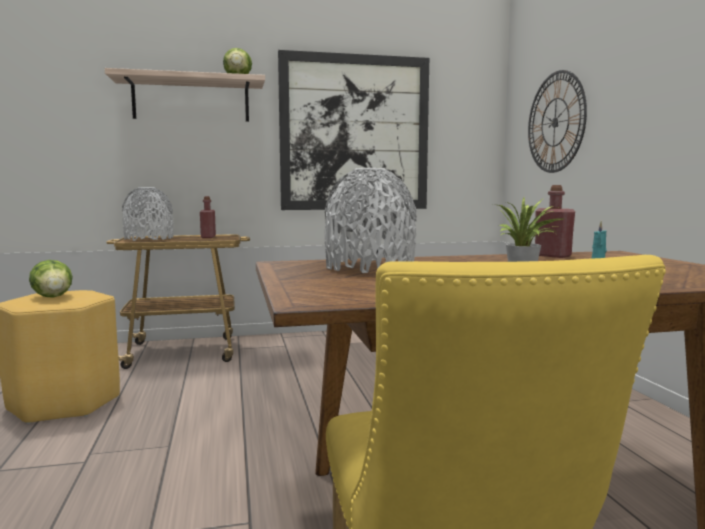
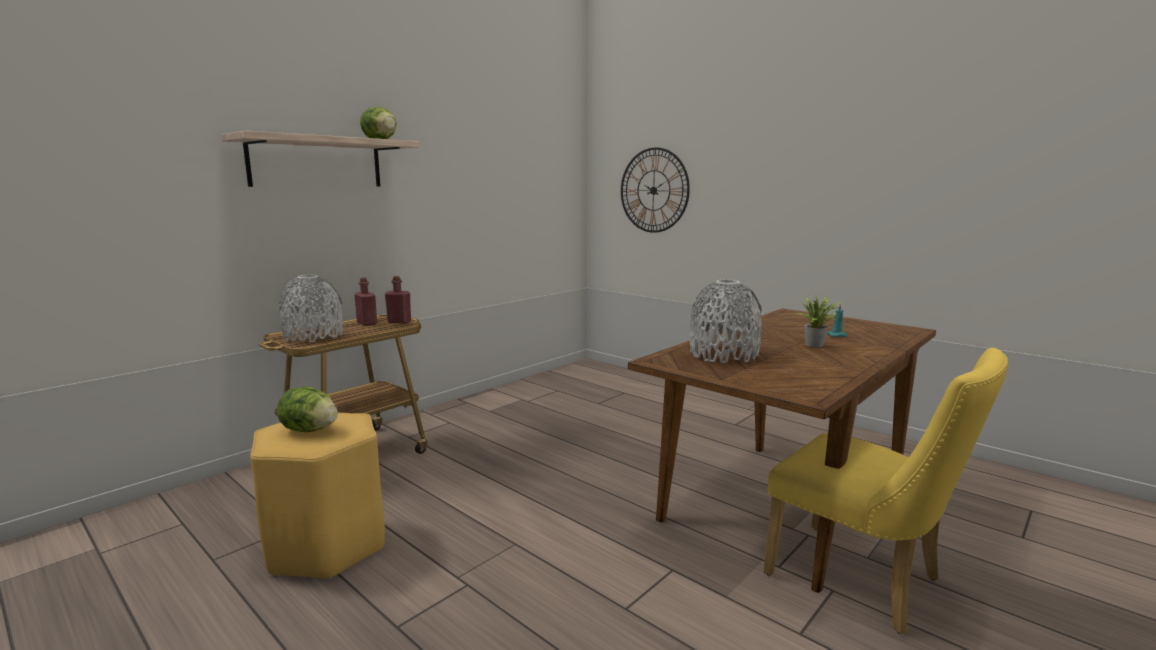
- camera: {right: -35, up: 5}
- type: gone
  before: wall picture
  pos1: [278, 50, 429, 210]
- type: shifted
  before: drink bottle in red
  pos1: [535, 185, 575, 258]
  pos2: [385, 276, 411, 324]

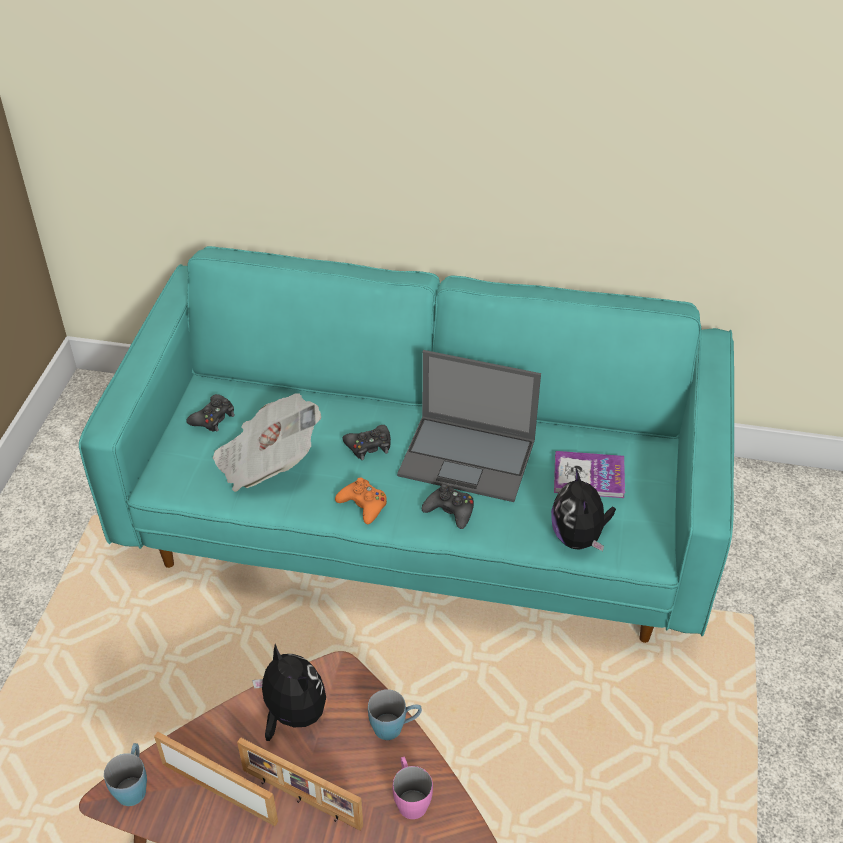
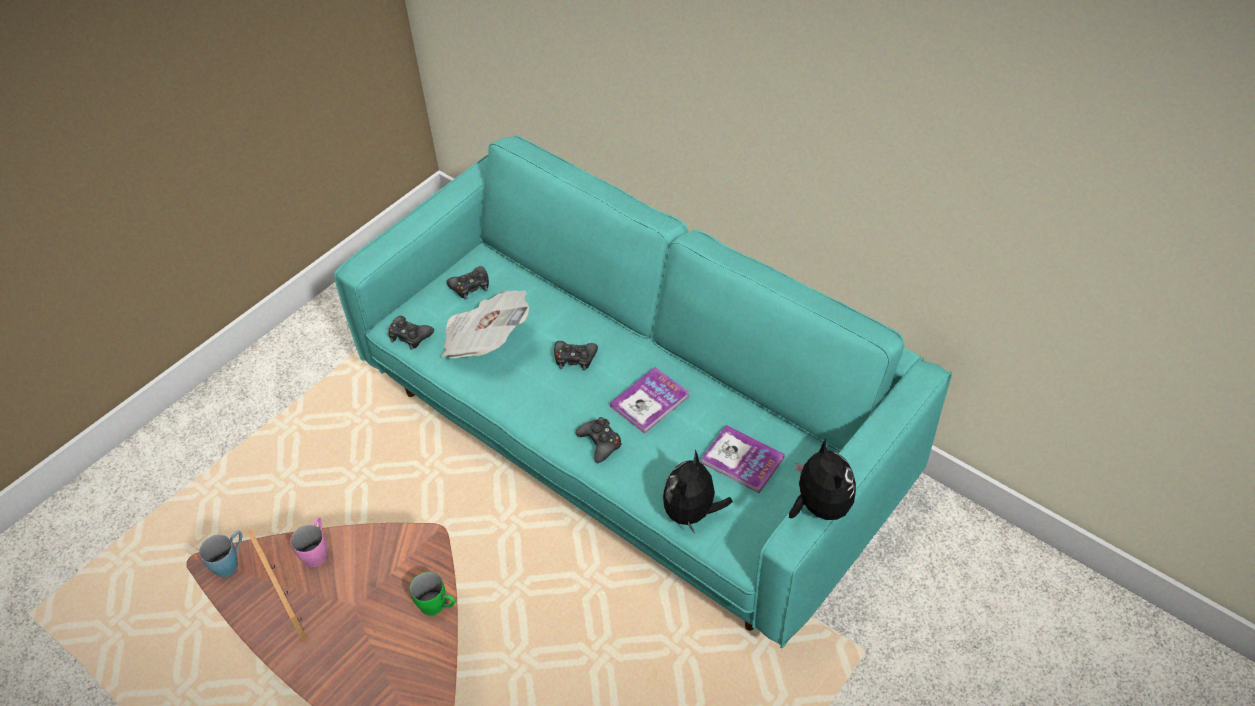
- camera: {right: 30, up: 5}
- type: gone
  before: photo frame
  pos1: [237, 737, 363, 831]
- type: gone
  before: gamepad in orange-coloured
  pos1: [335, 477, 387, 524]
- type: new
  after: gamepad in black-coloured
  pos2: [388, 316, 434, 350]
- type: shifted
  before: soft toy
  pos1: [252, 644, 326, 741]
  pos2: [789, 438, 856, 520]
- type: shifted
  before: coffee mug in pink-coloured
  pos1: [392, 757, 433, 819]
  pos2: [291, 517, 327, 567]
- type: swapped
  before: notebook computer
  after: volume
  pos1: [397, 350, 541, 502]
  pos2: [610, 367, 689, 434]
- type: repainted
  before: coffee mug in blue-coloured
  after: coffee mug in green-coloured
  pos1: [368, 689, 422, 740]
  pos2: [410, 572, 455, 615]

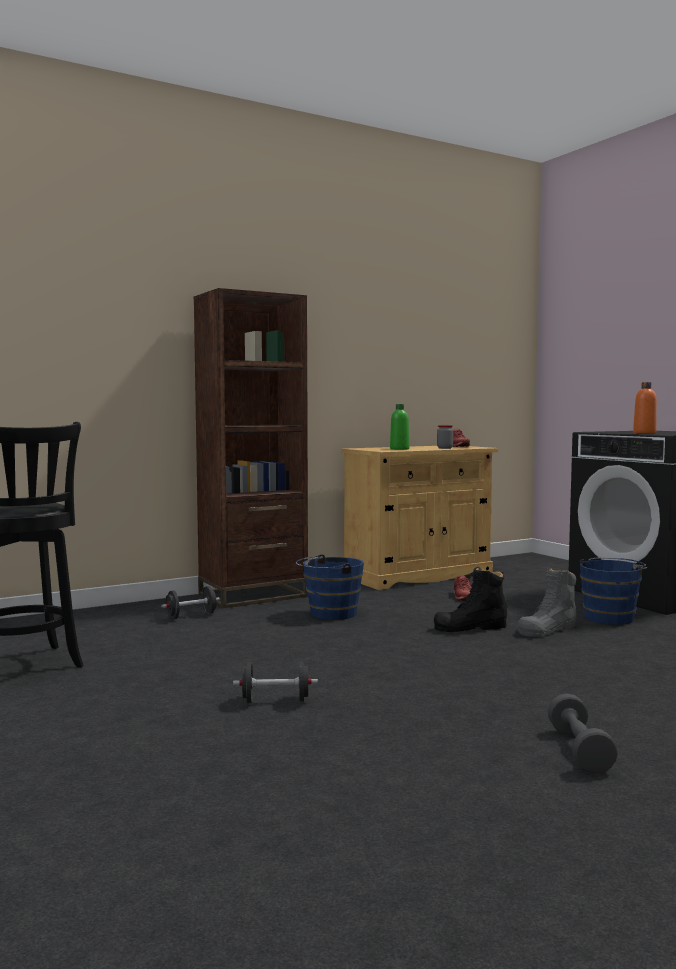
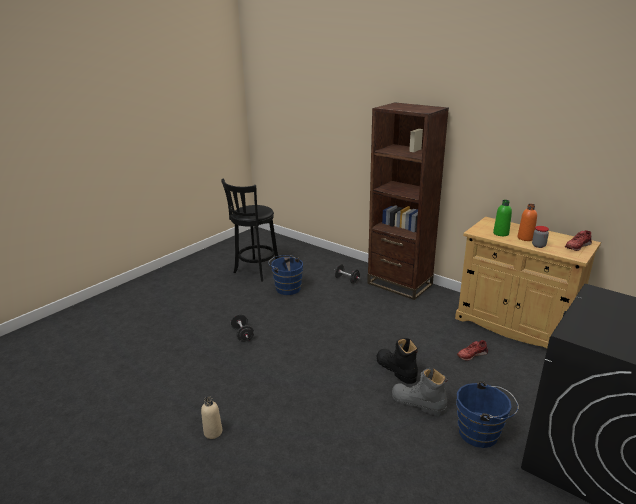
- camera: {right: 70, up: 20}
- type: shifted
  before: pail in blue-coloured
  pos1: [296, 554, 364, 620]
  pos2: [268, 255, 303, 295]
- type: shifted
  before: drink bottle in orange-coloured
  pos1: [633, 382, 657, 434]
  pos2: [518, 204, 537, 241]
- type: swapped
  before: dumbbell in greyish
  after: drink bottle in beige
  pos1: [548, 694, 618, 774]
  pos2: [201, 397, 222, 439]

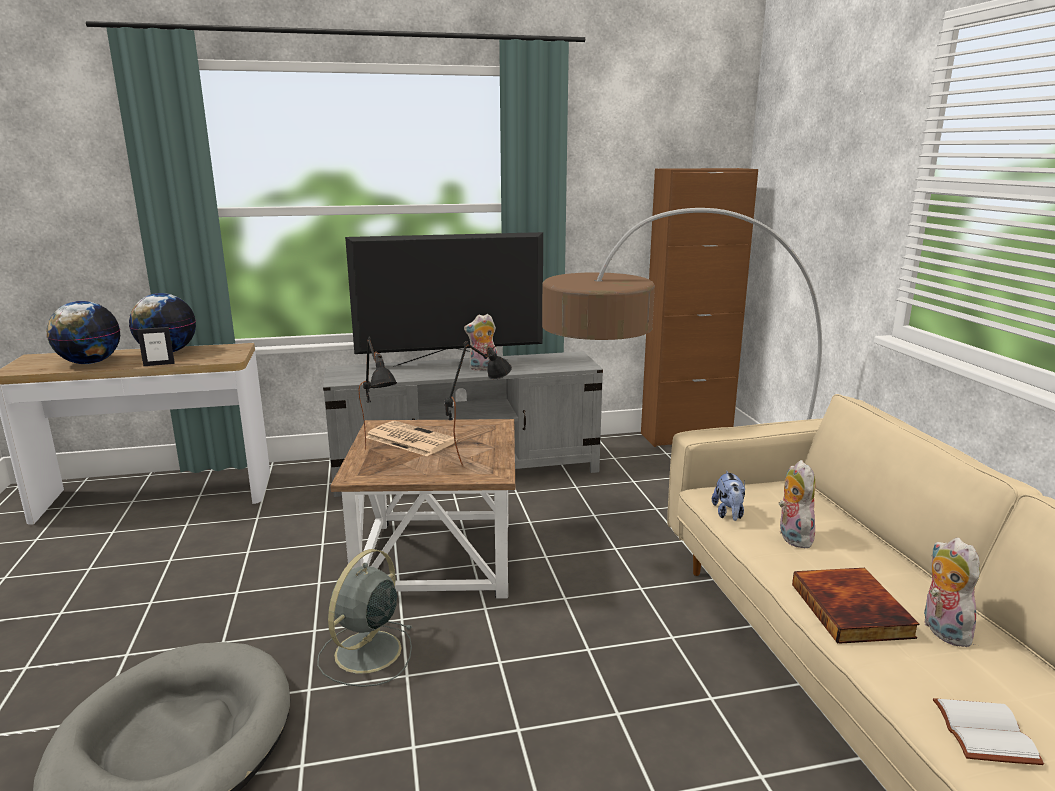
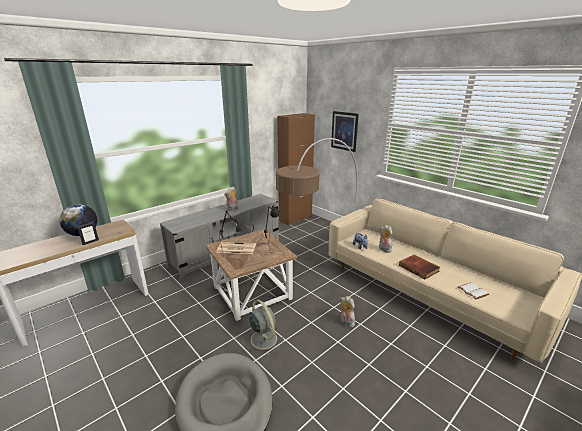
- camera: {right: -30, up: 5}
- type: gone
  before: globe
  pos1: [47, 301, 120, 364]
- type: gone
  before: TV set
  pos1: [345, 232, 543, 367]
- type: new
  after: wall picture
  pos2: [331, 111, 359, 152]
- type: shifted
  before: soft toy
  pos1: [924, 538, 980, 647]
  pos2: [340, 296, 355, 327]
- type: rotated
  before: fan in greyish
  pos1: [317, 549, 413, 687]
  pos2: [243, 300, 283, 356]
  turn: 150

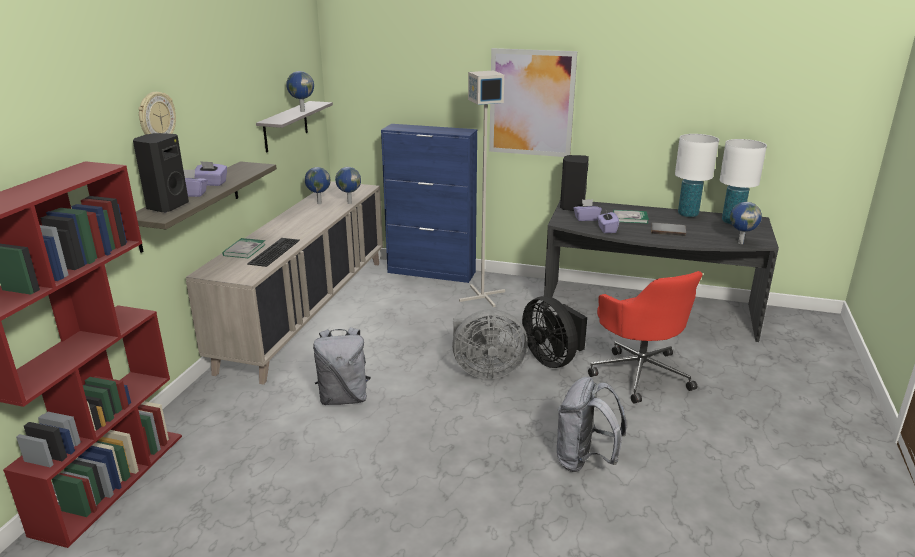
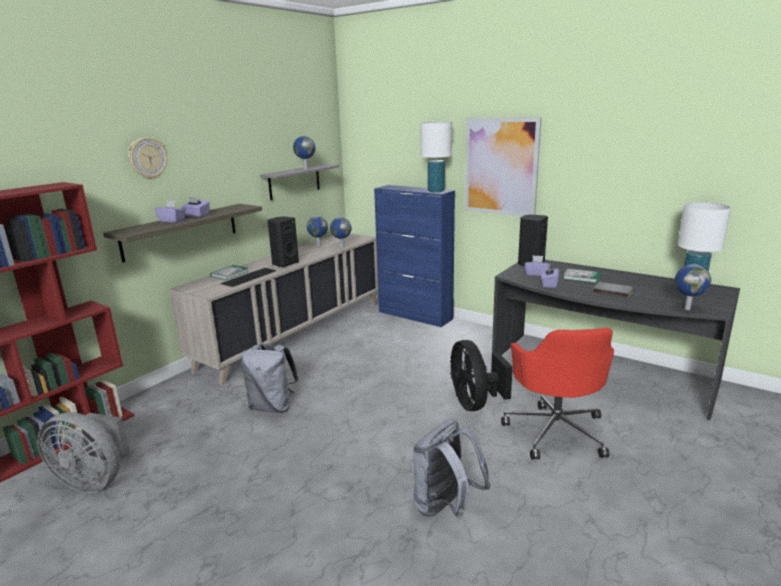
- camera: {right: 20, up: -5}
- type: gone
  before: floor lamp in greyish
  pos1: [459, 71, 505, 307]
- type: shifted
  before: audio speaker in black-coloured
  pos1: [133, 133, 189, 213]
  pos2: [267, 216, 299, 267]
- type: shifted
  before: fan in greyish
  pos1: [452, 309, 528, 379]
  pos2: [37, 412, 130, 493]
- type: shifted
  before: lamp for a table in white-coloured
  pos1: [675, 134, 719, 217]
  pos2: [420, 122, 452, 192]

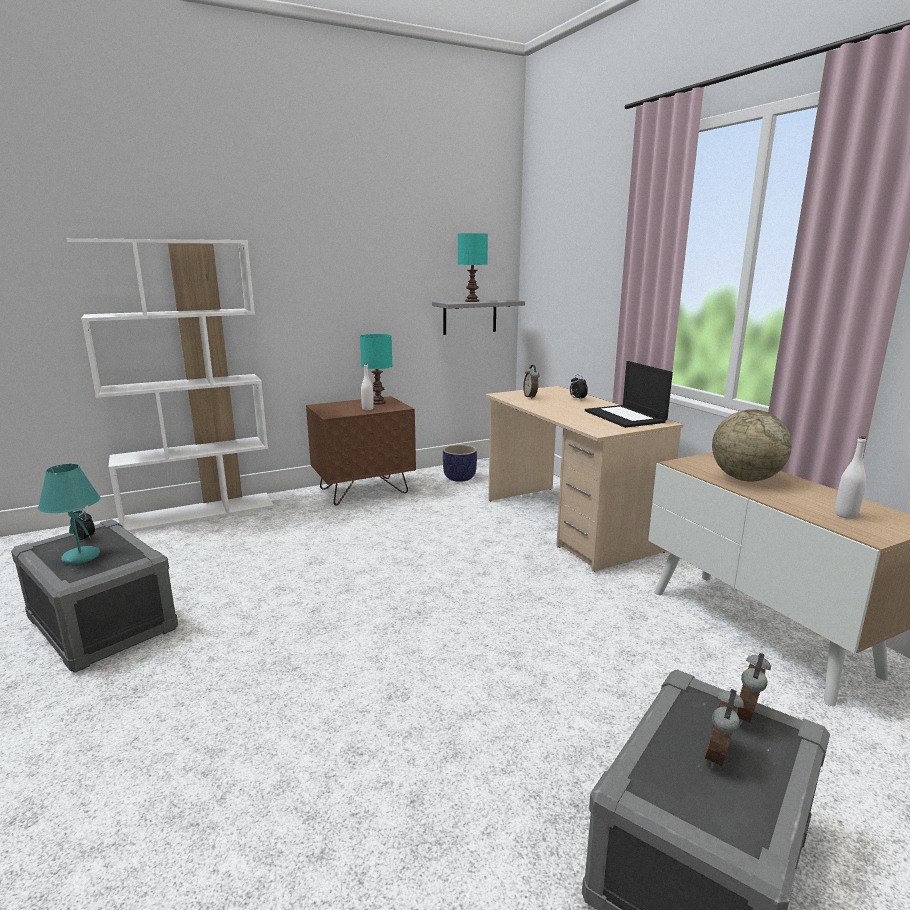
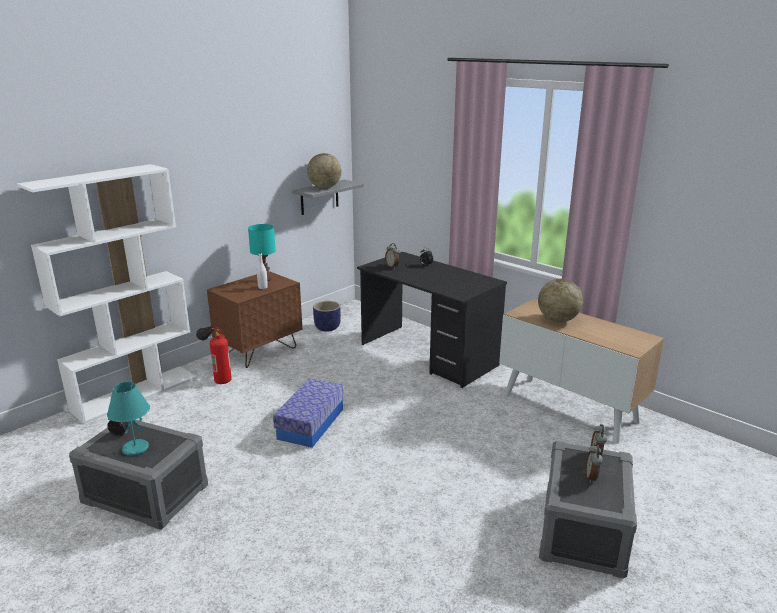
- camera: {right: -20, up: 5}
- type: gone
  before: notebook computer
  pos1: [585, 361, 673, 428]
- type: gone
  before: drink bottle in white-coloured
  pos1: [835, 436, 866, 519]
- type: new
  after: fire extinguisher
  pos2: [196, 326, 232, 384]
- type: new
  after: storage container
  pos2: [273, 379, 344, 448]
- type: swapped
  before: lamp for a table in turquoise
  after: globe
  pos1: [458, 233, 488, 302]
  pos2: [307, 153, 341, 188]
- type: repainted
  before: desk in beige
  after: desk in black-coloured
  pos1: [485, 386, 683, 572]
  pos2: [357, 252, 507, 388]

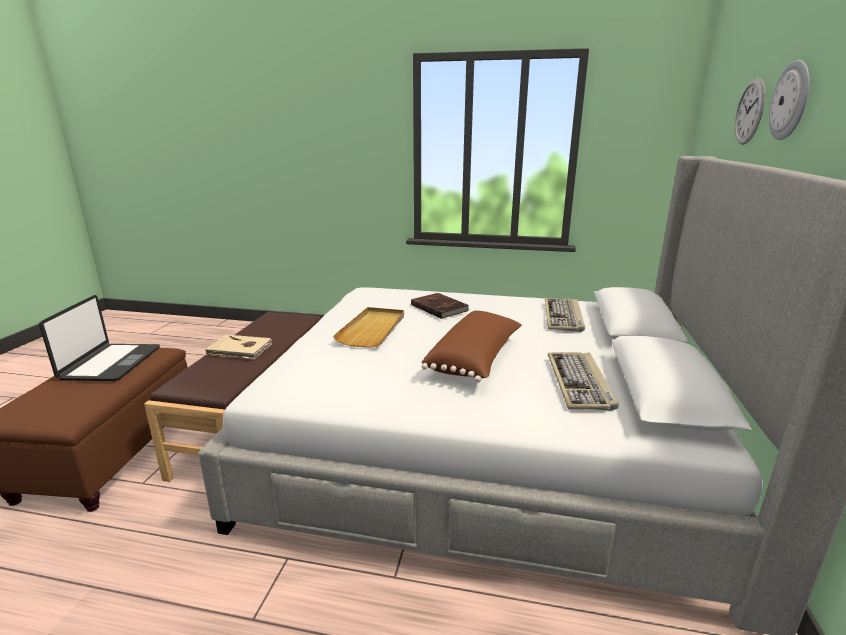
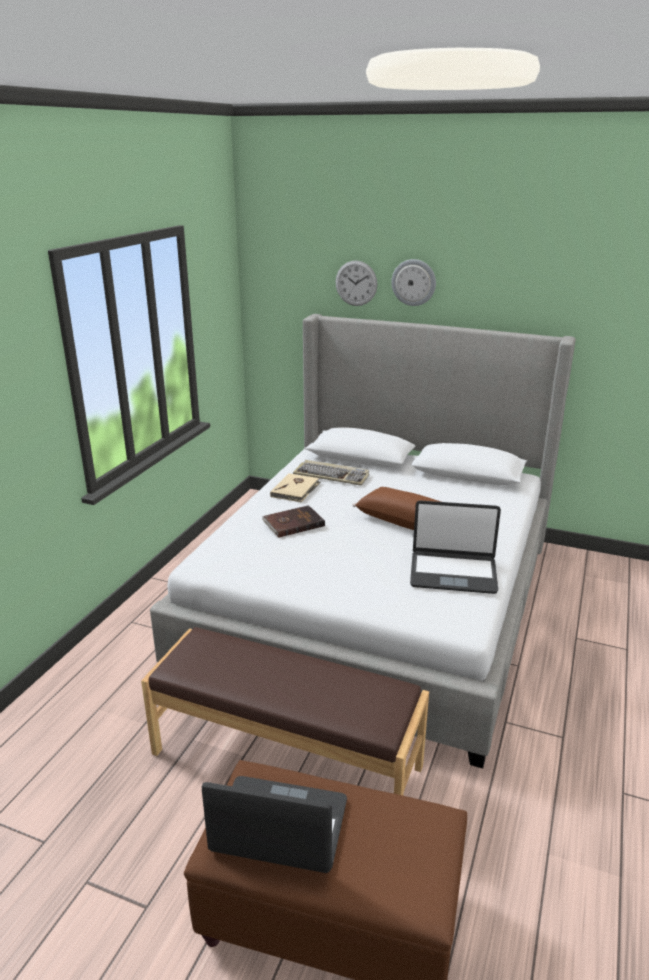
- camera: {right: -80, up: 5}
- type: gone
  before: carrying tray in beige
  pos1: [333, 307, 404, 348]
- type: gone
  before: PC keyboard
  pos1: [548, 352, 619, 411]
- type: new
  after: notebook computer
  pos2: [410, 500, 501, 594]
- type: shifted
  before: volume in beige
  pos1: [205, 335, 272, 360]
  pos2: [270, 473, 321, 502]

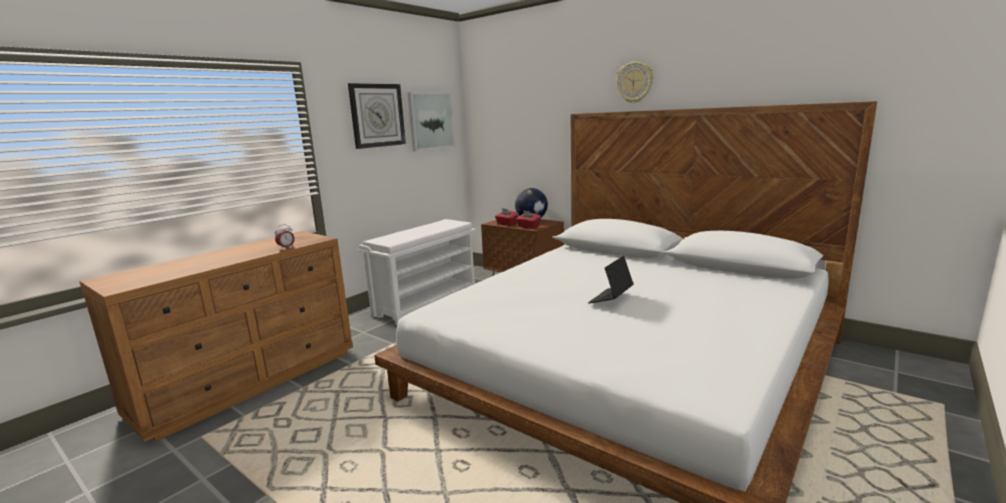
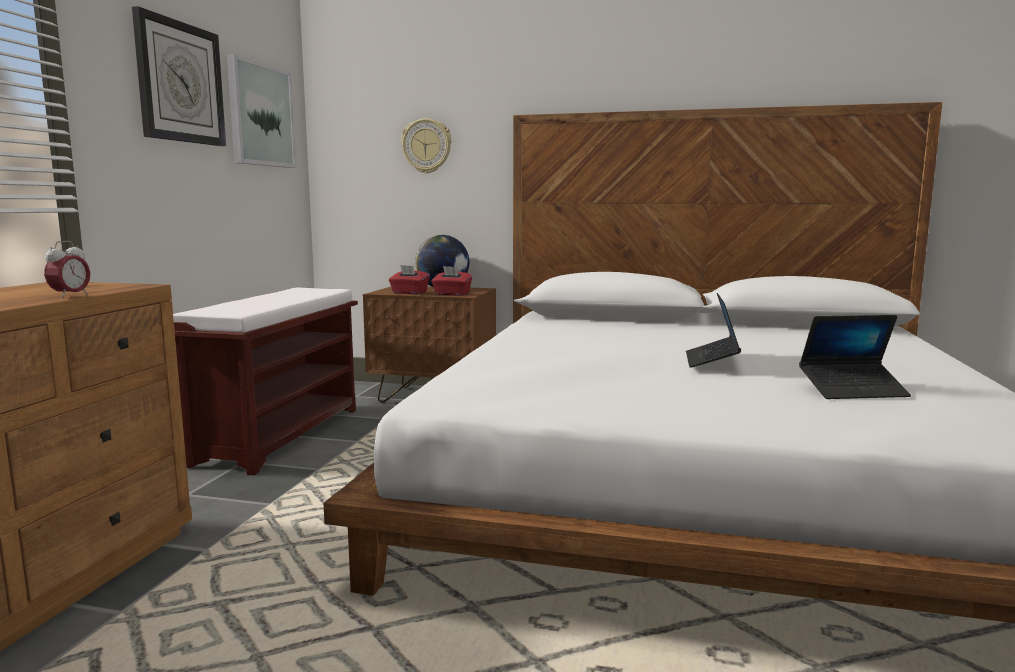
- camera: {right: -25, up: -5}
- type: new
  after: notebook computer
  pos2: [799, 315, 911, 399]
- type: shifted
  before: hanging clock
  pos1: [616, 62, 653, 103]
  pos2: [401, 118, 452, 174]
- type: repainted
  before: long seat in white-coloured
  after: long seat in brown
  pos1: [359, 219, 476, 325]
  pos2: [173, 288, 358, 475]

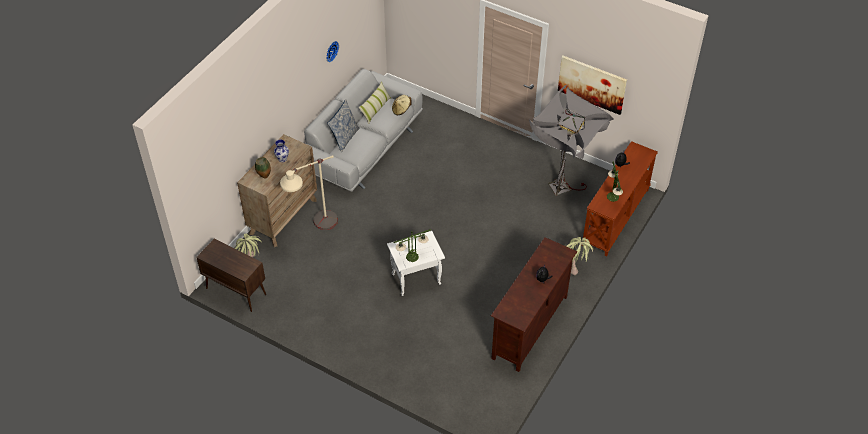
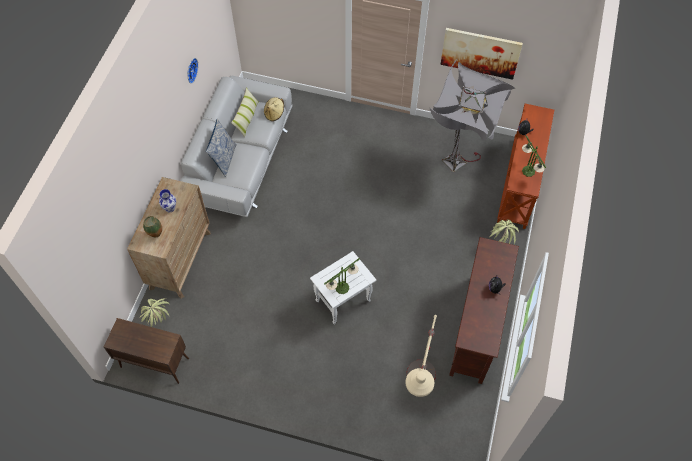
- camera: {right: -15, up: 10}
- type: shifted
  before: floor lamp in beige
  pos1: [280, 155, 338, 230]
  pos2: [405, 315, 437, 397]

